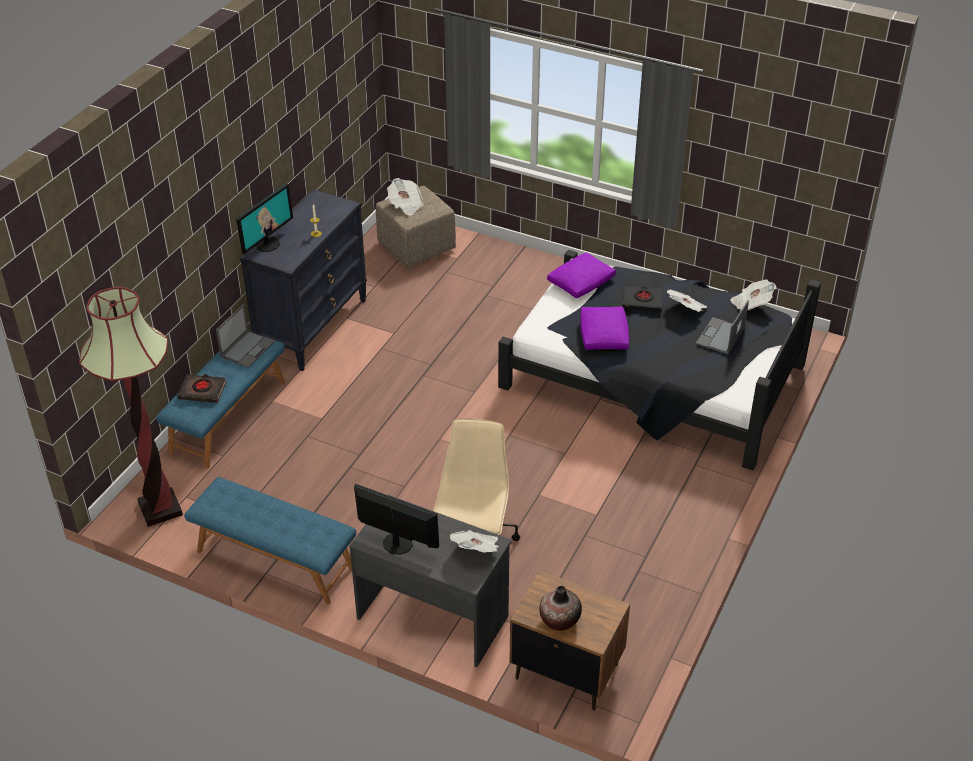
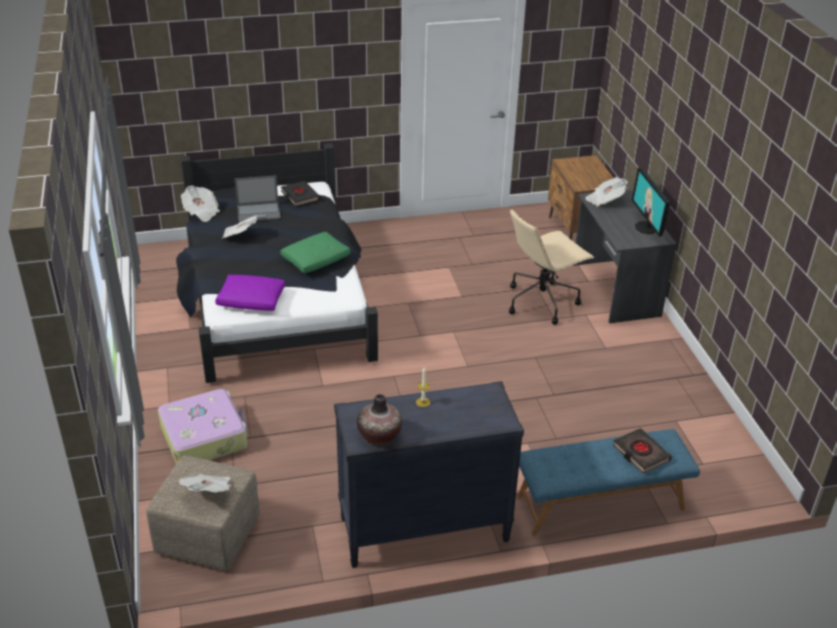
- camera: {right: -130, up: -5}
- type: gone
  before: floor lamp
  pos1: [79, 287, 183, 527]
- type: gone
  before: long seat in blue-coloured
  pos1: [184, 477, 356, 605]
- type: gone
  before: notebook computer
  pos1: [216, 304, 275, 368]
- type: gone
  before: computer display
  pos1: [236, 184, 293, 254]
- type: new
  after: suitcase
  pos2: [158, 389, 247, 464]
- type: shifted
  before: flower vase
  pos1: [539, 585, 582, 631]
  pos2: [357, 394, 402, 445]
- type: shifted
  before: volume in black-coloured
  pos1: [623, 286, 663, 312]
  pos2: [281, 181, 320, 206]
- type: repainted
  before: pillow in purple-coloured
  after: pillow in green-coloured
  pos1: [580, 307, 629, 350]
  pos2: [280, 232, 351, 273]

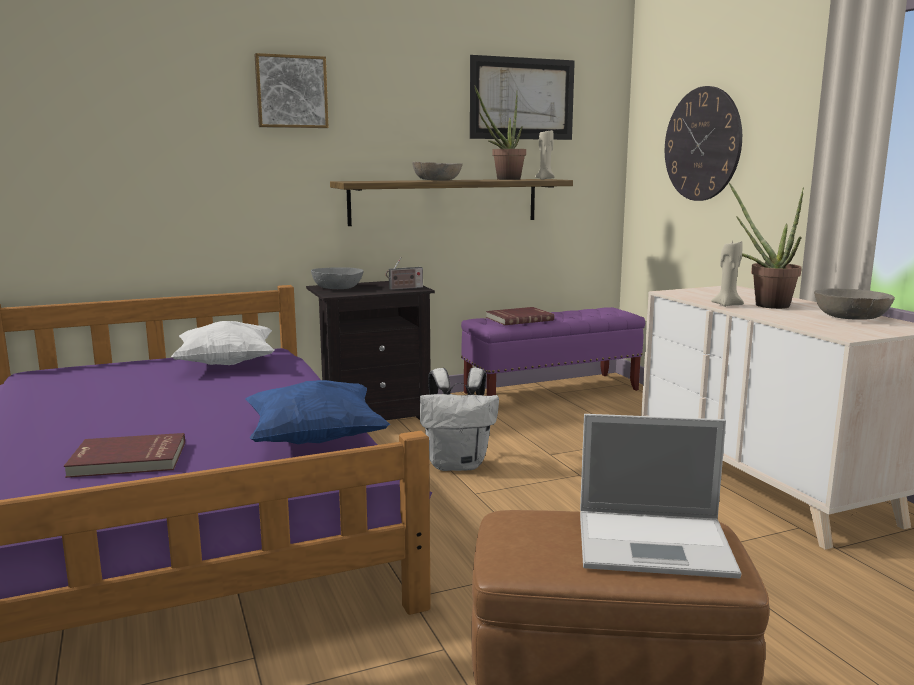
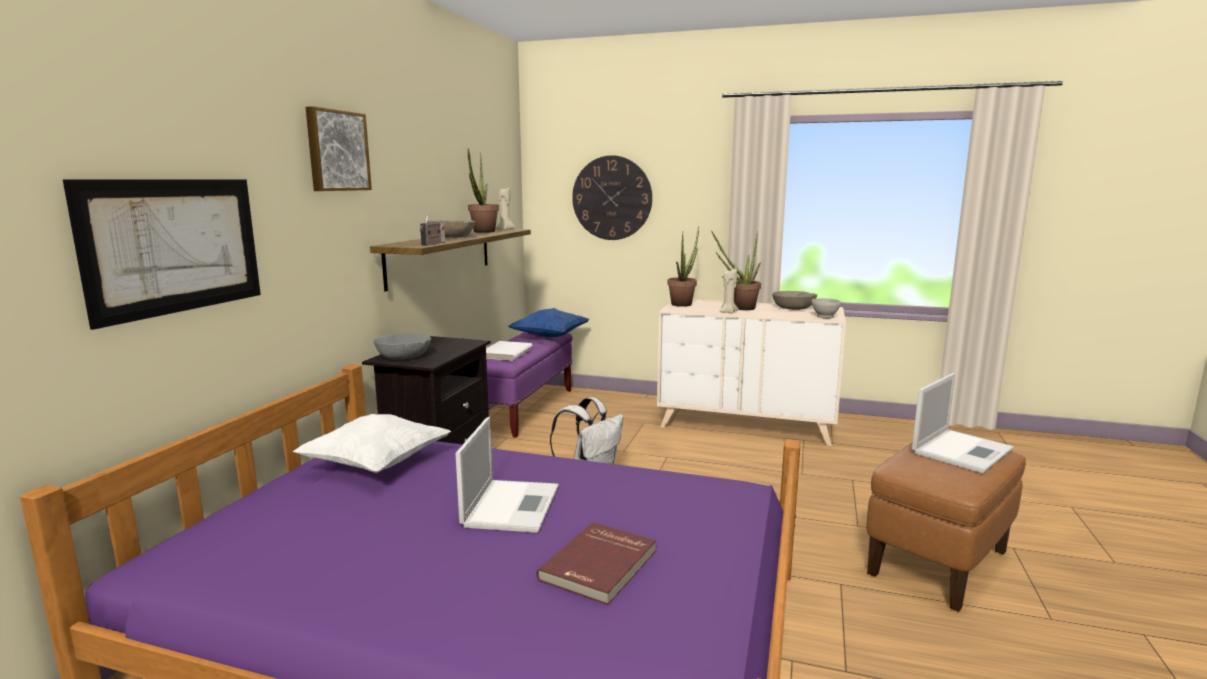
- camera: {right: -50, up: 0}
- type: new
  after: notebook computer
  pos2: [456, 417, 559, 533]
- type: new
  after: potted plant
  pos2: [667, 226, 699, 307]
- type: new
  after: serving bowl in white-coloured
  pos2: [812, 298, 841, 318]
- type: shifted
  before: pillow in blue-coloured
  pos1: [245, 380, 391, 444]
  pos2: [508, 308, 589, 337]
- type: shifted
  before: radio receiver
  pos1: [386, 258, 423, 290]
  pos2: [420, 211, 445, 246]
- type: shifted
  before: wall picture
  pos1: [470, 55, 575, 140]
  pos2: [63, 179, 261, 330]
- type: repainted
  before: volume in red
  after: volume in white-coloured
  pos1: [486, 307, 554, 325]
  pos2: [486, 341, 533, 361]

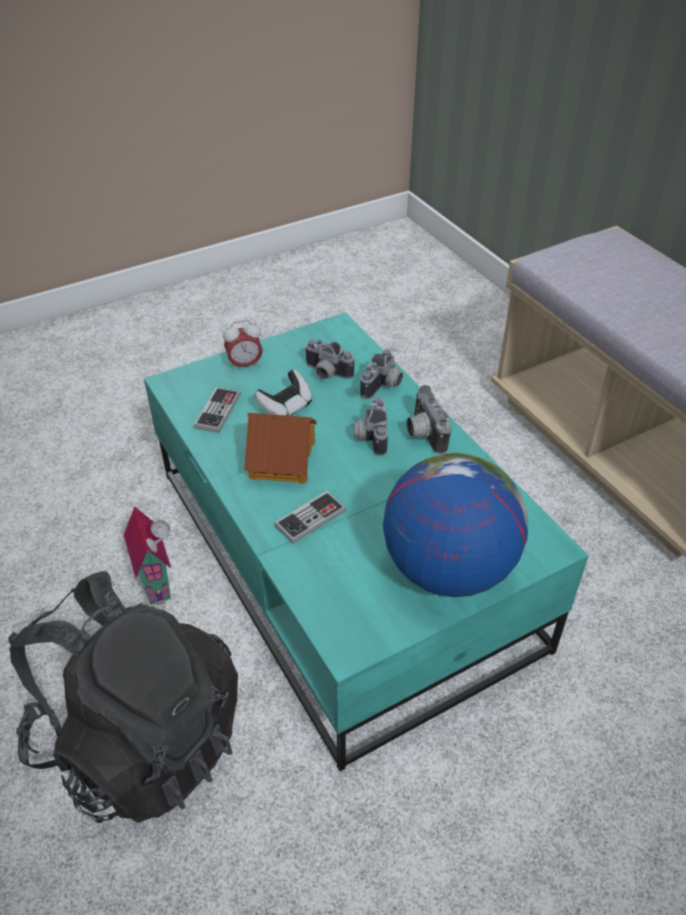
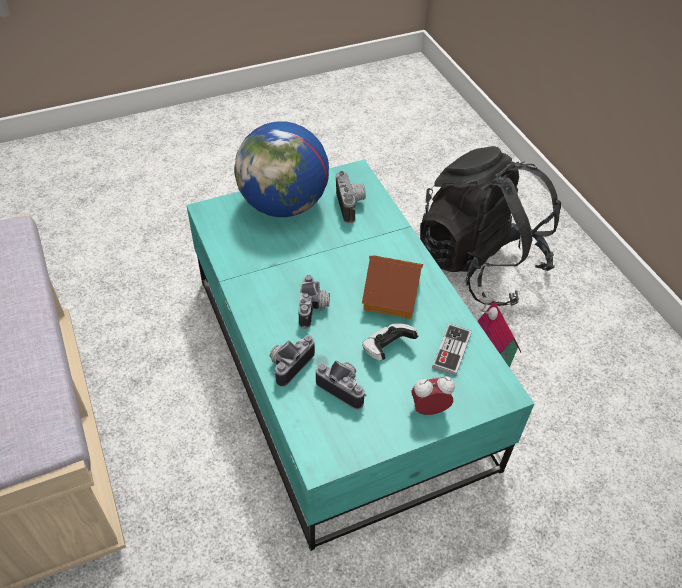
- camera: {right: -175, up: 5}
- type: gone
  before: gamepad
  pos1: [274, 491, 346, 544]
- type: shifted
  before: photo camera
  pos1: [406, 385, 452, 454]
  pos2: [336, 171, 366, 223]

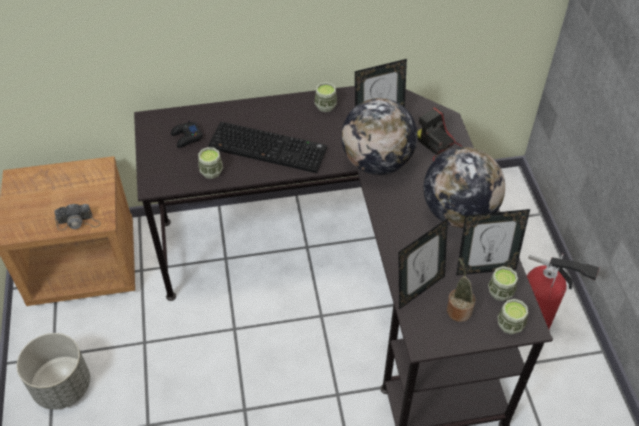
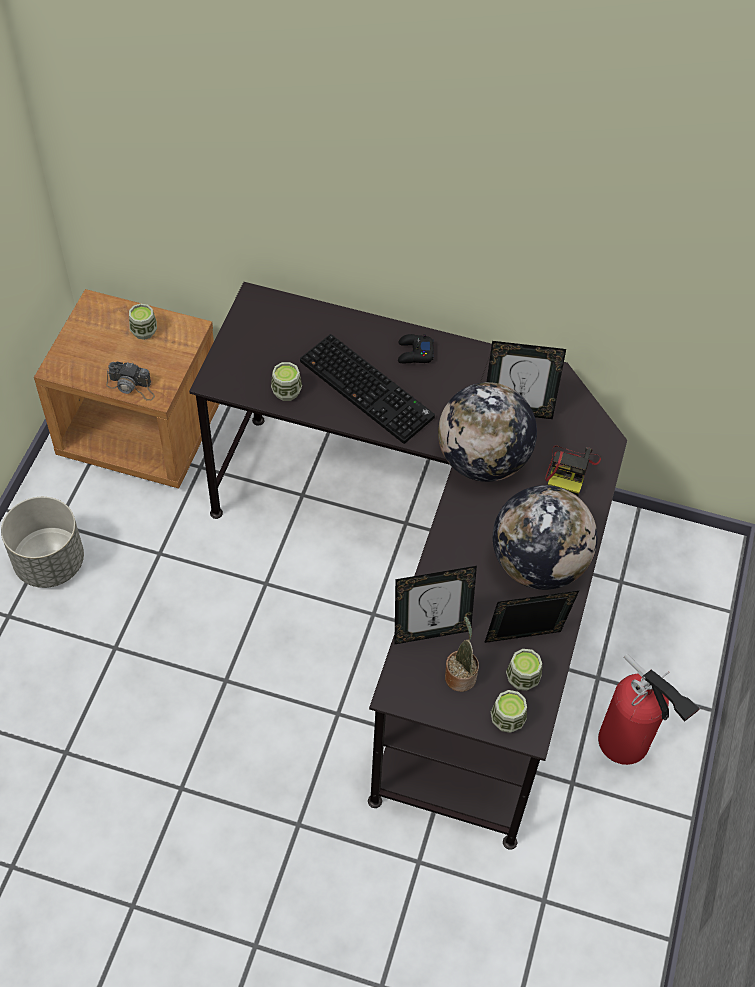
- camera: {right: 25, up: 5}
- type: shifted
  before: gamepad in black-coloured
  pos1: [171, 121, 203, 148]
  pos2: [398, 334, 434, 363]
- type: shifted
  before: small cup
  pos1: [315, 82, 337, 112]
  pos2: [129, 303, 157, 340]
- type: rotated
  before: photo camera
  pos1: [417, 107, 462, 161]
  pos2: [545, 446, 601, 497]
  turn: -150
- type: rotated
  before: photo frame
  pos1: [456, 209, 530, 275]
  pos2: [484, 590, 580, 643]
  turn: 150

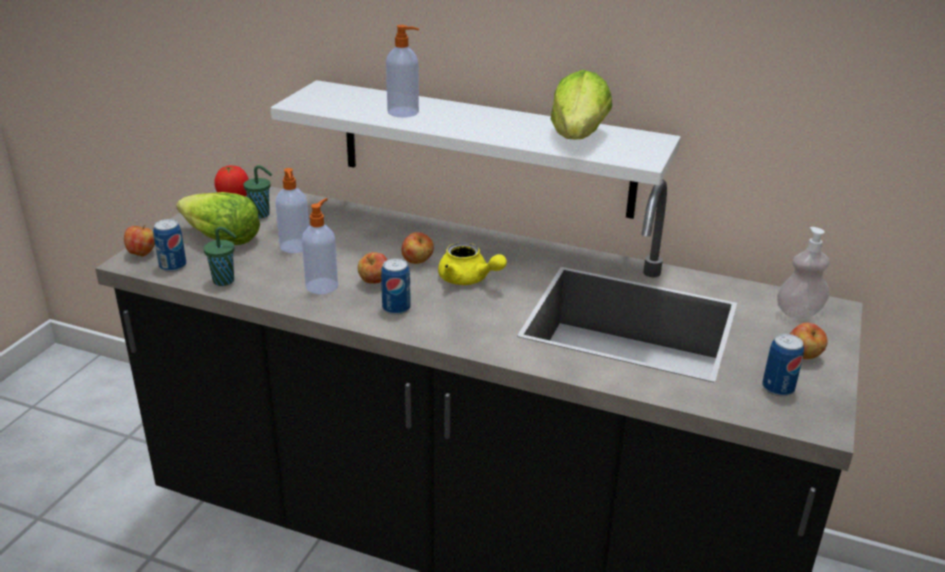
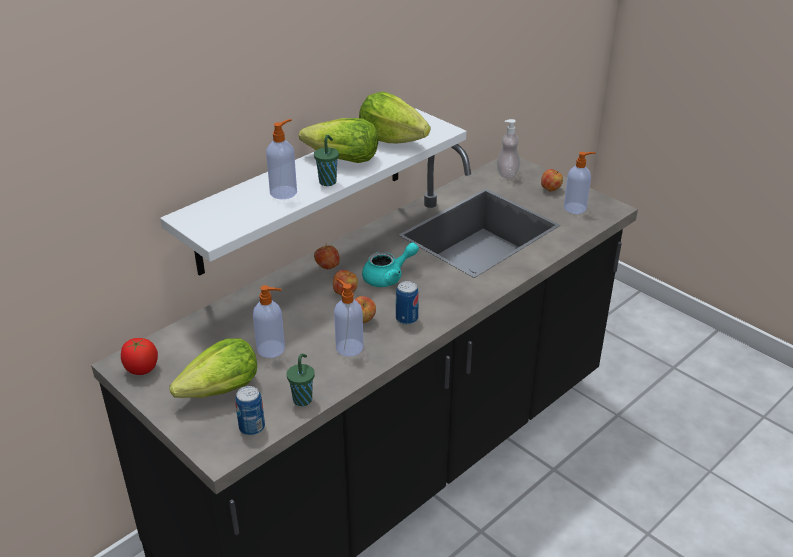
- camera: {right: -65, up: 5}
- type: new
  after: lettuce
  pos2: [299, 118, 378, 163]
- type: shifted
  before: apple fruit
  pos1: [124, 224, 155, 256]
  pos2: [314, 243, 340, 269]
- type: shifted
  before: small cup in green-coloured
  pos1: [243, 165, 272, 219]
  pos2: [314, 135, 339, 186]
- type: swapped
  before: sealed can
  after: soap dispenser
  pos1: [762, 334, 804, 396]
  pos2: [564, 152, 596, 214]
- type: repainted
  before: pot for tea in yellow-coloured
  after: pot for tea in turquoise
  pos1: [438, 242, 507, 285]
  pos2: [362, 242, 419, 287]

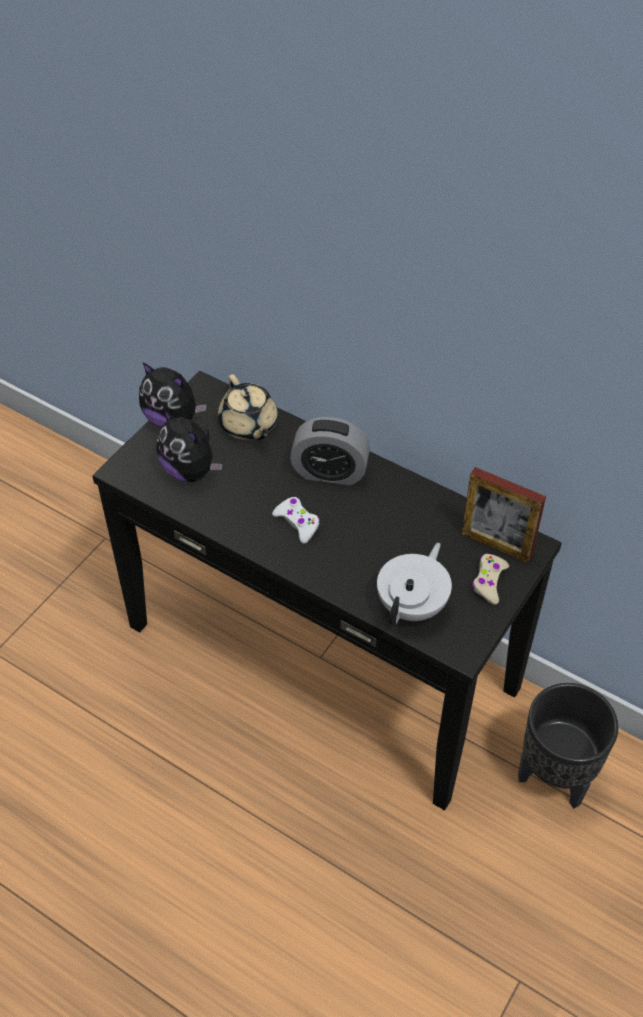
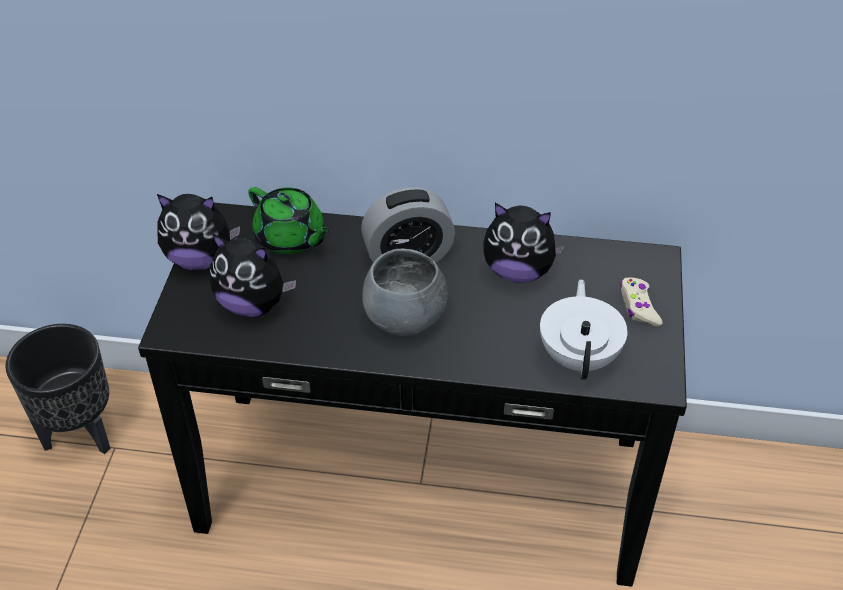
- camera: {right: -25, up: -5}
- type: gone
  before: photo frame
  pos1: [461, 467, 546, 563]
- type: new
  after: soft toy
  pos2: [483, 203, 565, 283]
- type: shifted
  before: plant pot in black-coloured
  pos1: [518, 683, 619, 809]
  pos2: [5, 324, 111, 454]
- type: swapped
  before: gamepad in white-coloured
  after: serving bowl in greyish
  pos1: [272, 497, 320, 544]
  pos2: [362, 249, 448, 336]
- type: repainted
  before: pot for tea in beige
  after: pot for tea in green-coloured
  pos1: [218, 374, 278, 440]
  pos2: [248, 187, 331, 254]

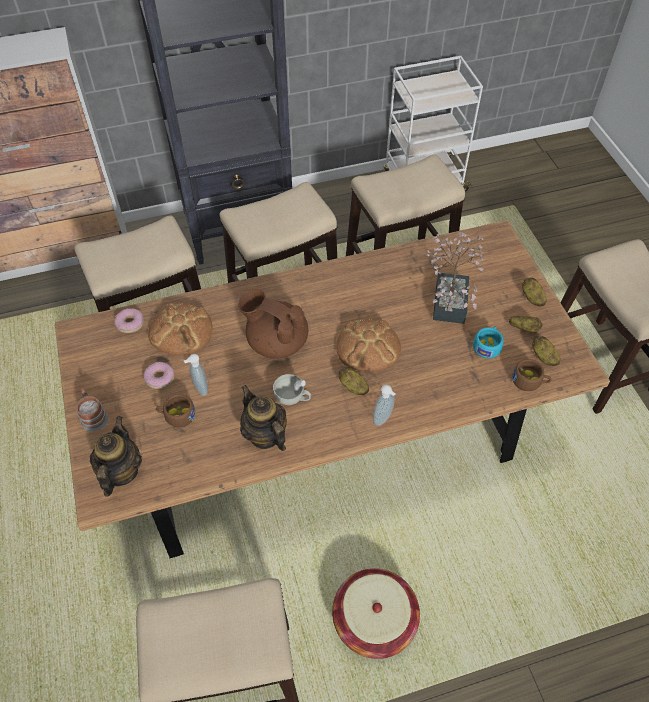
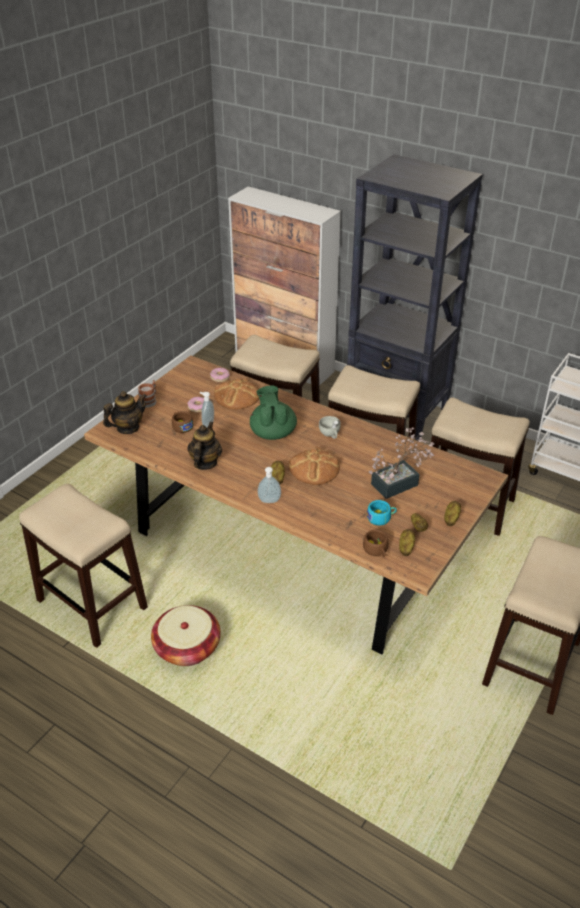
- camera: {right: 50, up: -15}
- type: shifted
  before: small cup in white-coloured
  pos1: [273, 374, 311, 405]
  pos2: [319, 416, 341, 439]
- type: repainted
  before: pot for tea in brown
  after: pot for tea in green-coloured
  pos1: [238, 289, 308, 359]
  pos2: [250, 386, 297, 440]

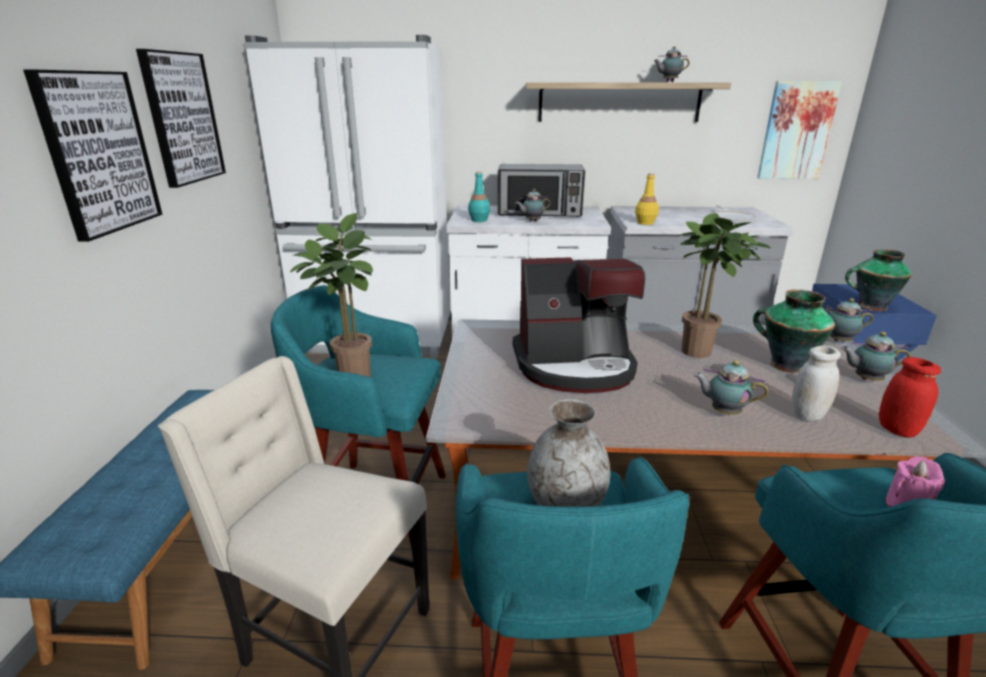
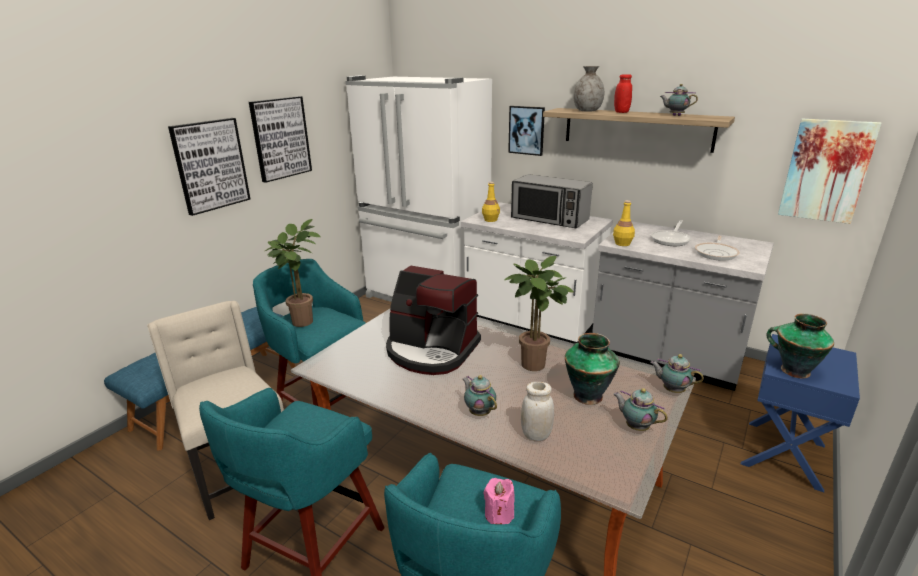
- camera: {right: 30, up: 0}
- type: gone
  before: pot for tea
  pos1: [515, 189, 550, 221]
- type: new
  after: wall picture
  pos2: [508, 106, 545, 156]
- type: new
  after: skillet
  pos2: [651, 220, 692, 246]
- type: shifted
  before: flower vase in greyish
  pos1: [527, 399, 610, 507]
  pos2: [573, 66, 604, 112]
- type: shifted
  before: jar in red
  pos1: [879, 357, 941, 437]
  pos2: [614, 74, 632, 113]
- type: repainted
  before: drink bottle in turquoise
  after: drink bottle in yellow-coloured
  pos1: [468, 171, 490, 222]
  pos2: [482, 182, 500, 222]

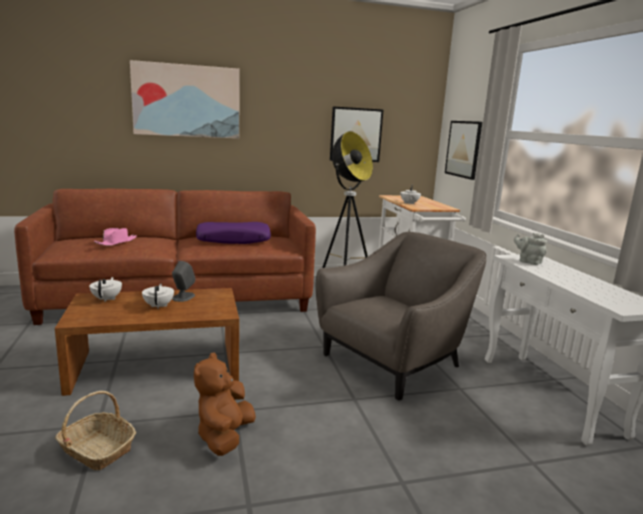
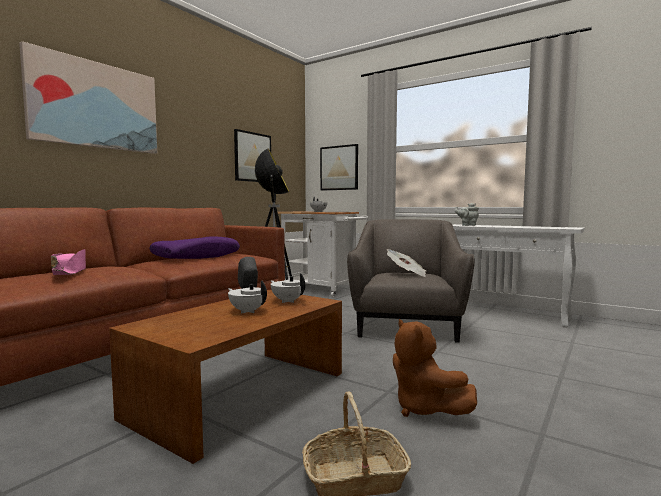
- camera: {right: -40, up: -10}
- type: new
  after: daily paper
  pos2: [387, 249, 426, 277]
- type: shifted
  before: pot for tea in white-coloured
  pos1: [89, 277, 122, 302]
  pos2: [270, 273, 305, 303]

